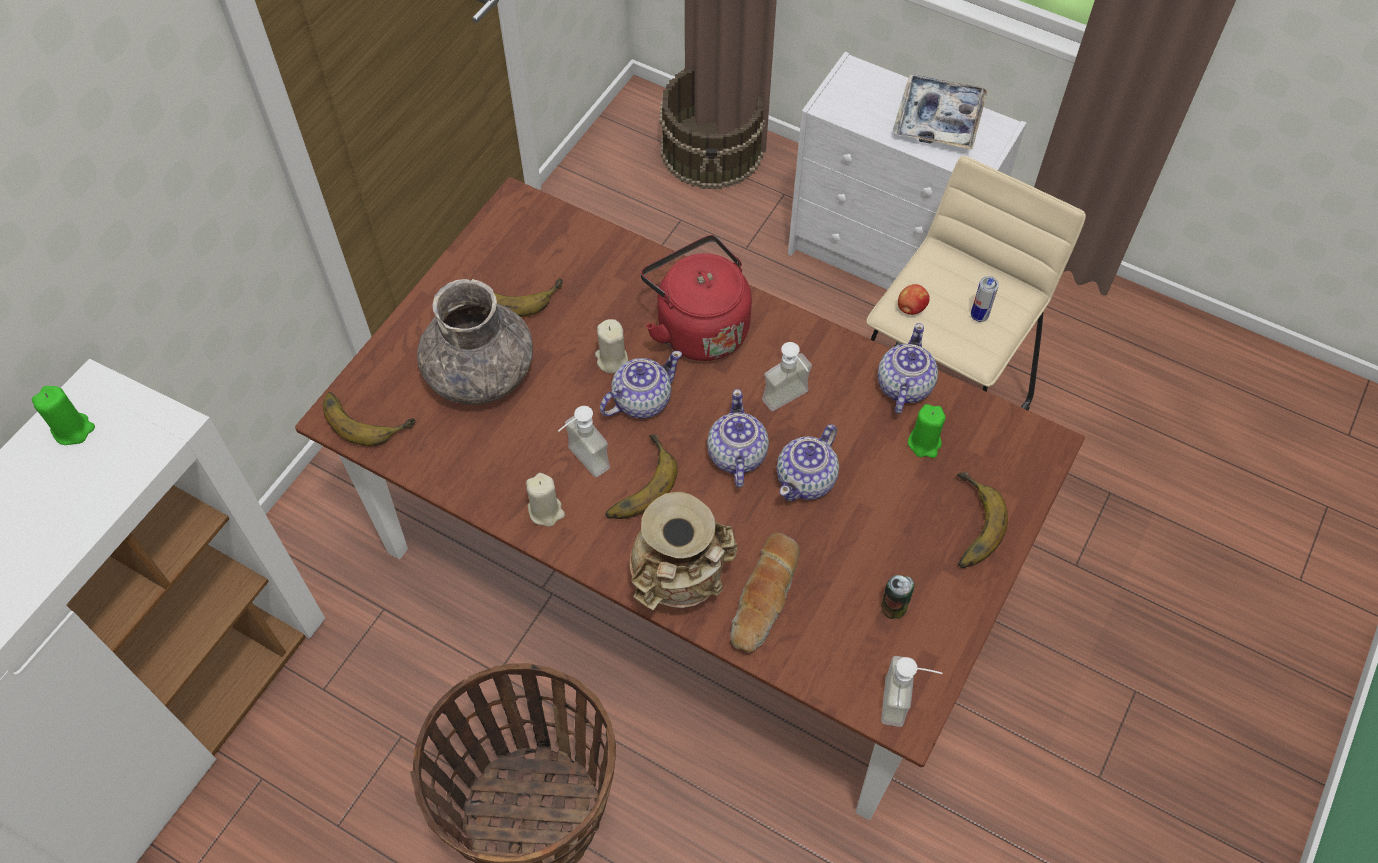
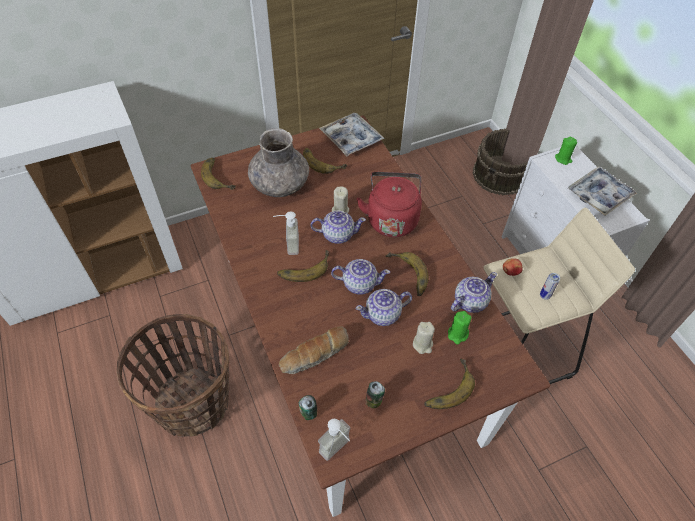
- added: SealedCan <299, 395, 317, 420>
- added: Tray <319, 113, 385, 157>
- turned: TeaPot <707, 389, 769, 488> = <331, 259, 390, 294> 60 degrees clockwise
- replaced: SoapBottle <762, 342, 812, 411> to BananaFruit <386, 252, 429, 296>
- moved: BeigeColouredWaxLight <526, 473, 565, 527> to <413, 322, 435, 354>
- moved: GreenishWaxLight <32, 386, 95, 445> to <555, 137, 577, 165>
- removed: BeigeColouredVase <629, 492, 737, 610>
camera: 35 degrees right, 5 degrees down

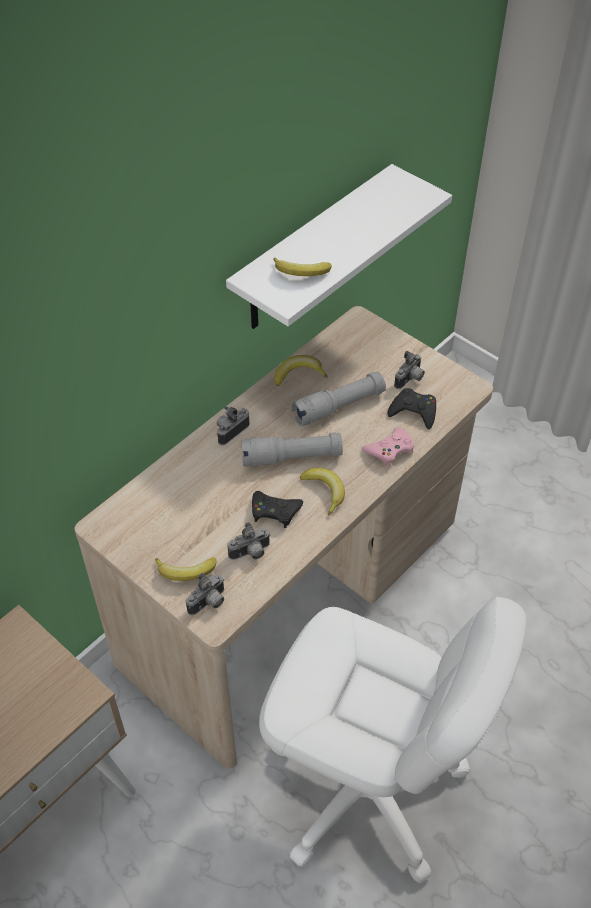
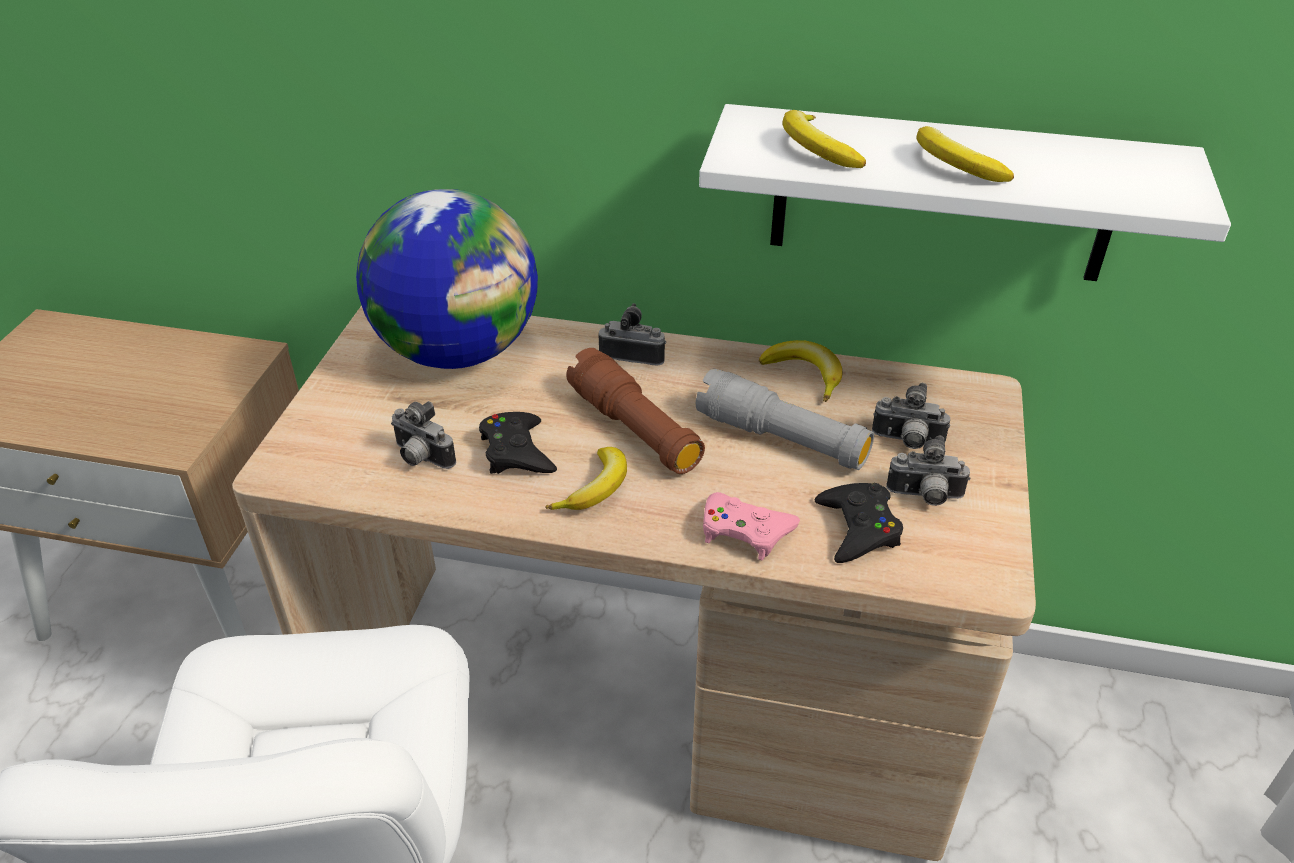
- added: DeskGlobe <356, 189, 538, 369>
- recoloured: GreyHandTorch <241, 432, 343, 467> to BrownishHandTorch <566, 348, 705, 474>
- moved: StillCamera <186, 573, 224, 615> to <872, 383, 950, 449>
- moved: BananaFruit <155, 557, 217, 581> to <916, 126, 1014, 182>
camera: 60 degrees right, 10 degrees down

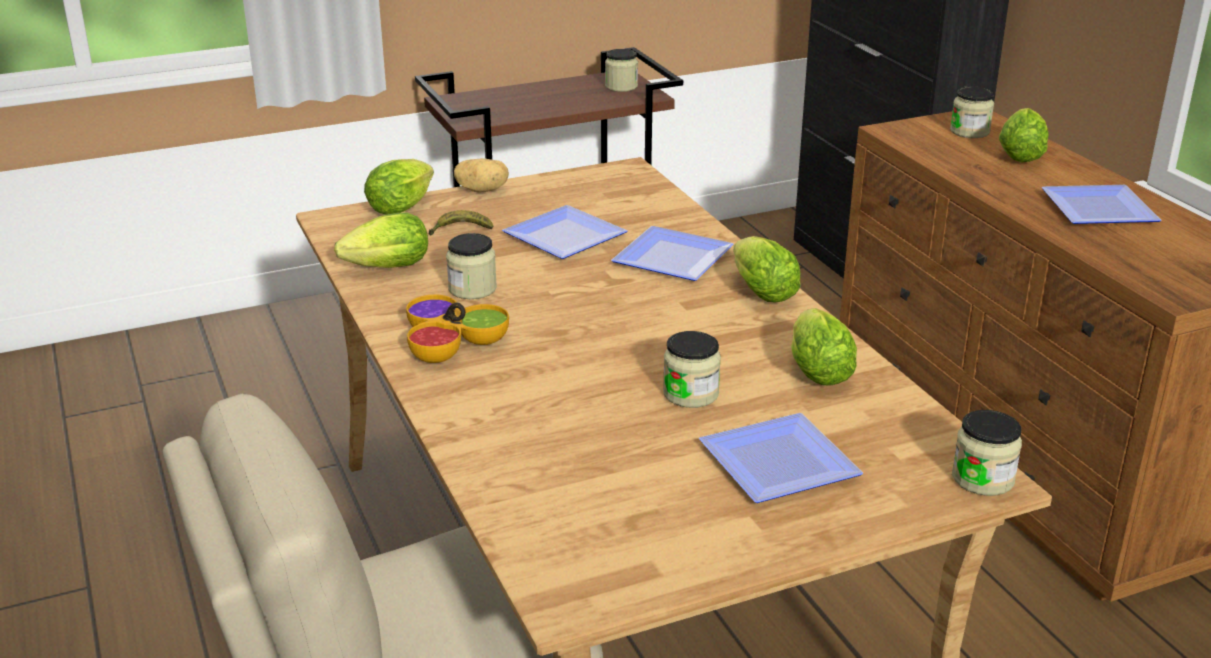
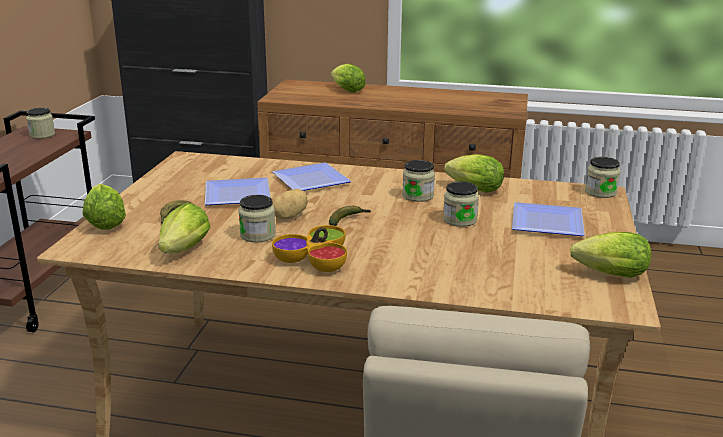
- moved: WholePotato <454, 158, 509, 193> to <272, 189, 308, 219>
- added: BananaFruit <329, 206, 371, 226>
- moved: PreserveJar <950, 86, 994, 138> to <402, 160, 435, 202>
- moved: LettuceHead <733, 236, 801, 302> to <570, 232, 651, 278>
- removed: DinnerPlate <1042, 185, 1161, 224>
camera: 55 degrees left, 5 degrees down

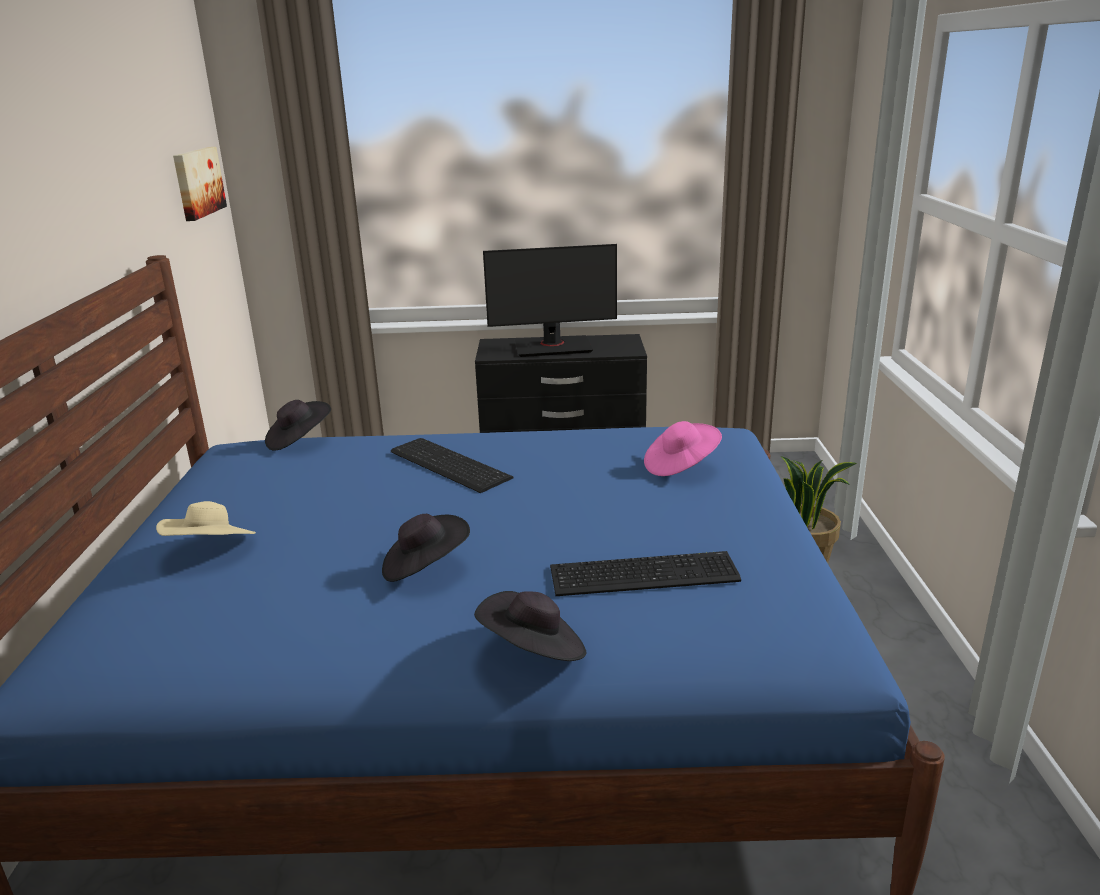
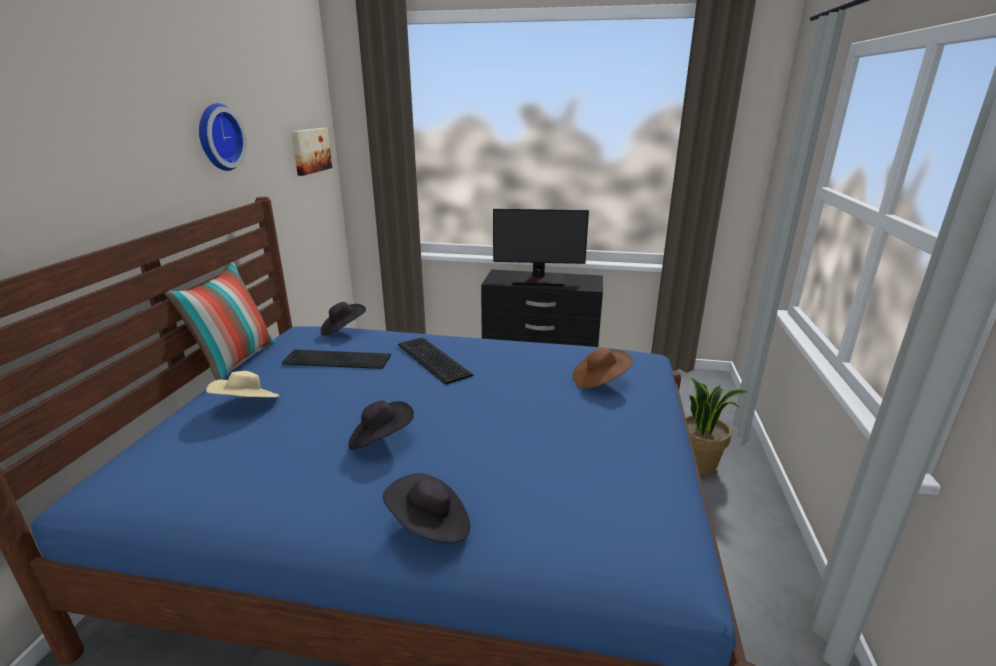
- added: Pillow <164, 262, 275, 380>
- added: WallClock <199, 103, 247, 171>
- moved: Keyboard <550, 551, 741, 596> to <282, 350, 391, 369>
- recoloured: PinkColouredHat <644, 421, 722, 476> to BrownishHat <573, 348, 633, 388>
camera: 10 degrees right, 0 degrees up

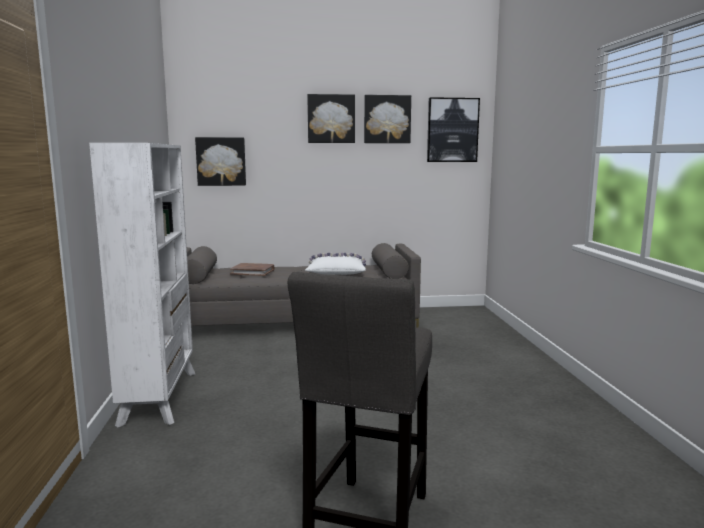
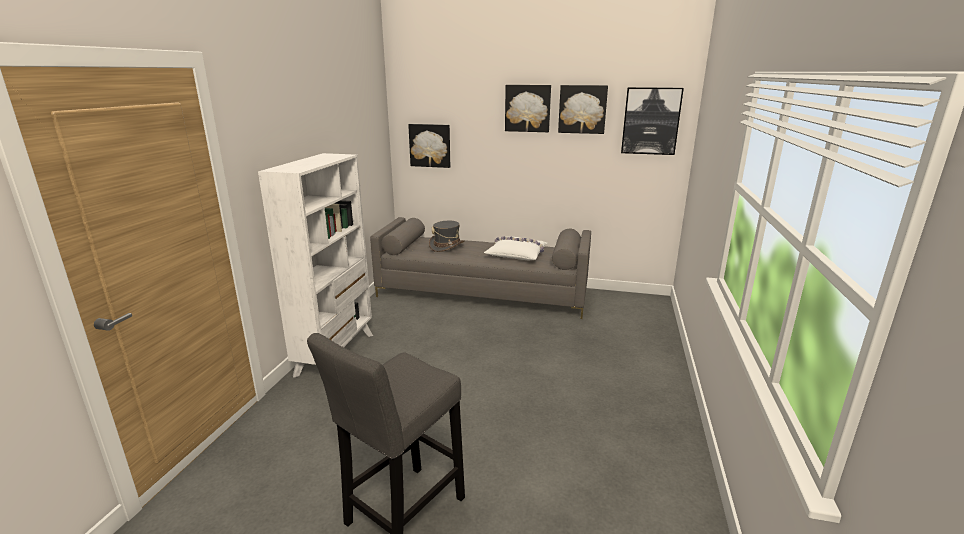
- replaced: BrownishBook <230, 263, 274, 276> to GreyHat <429, 221, 465, 252>
camera: 20 degrees right, 10 degrees up

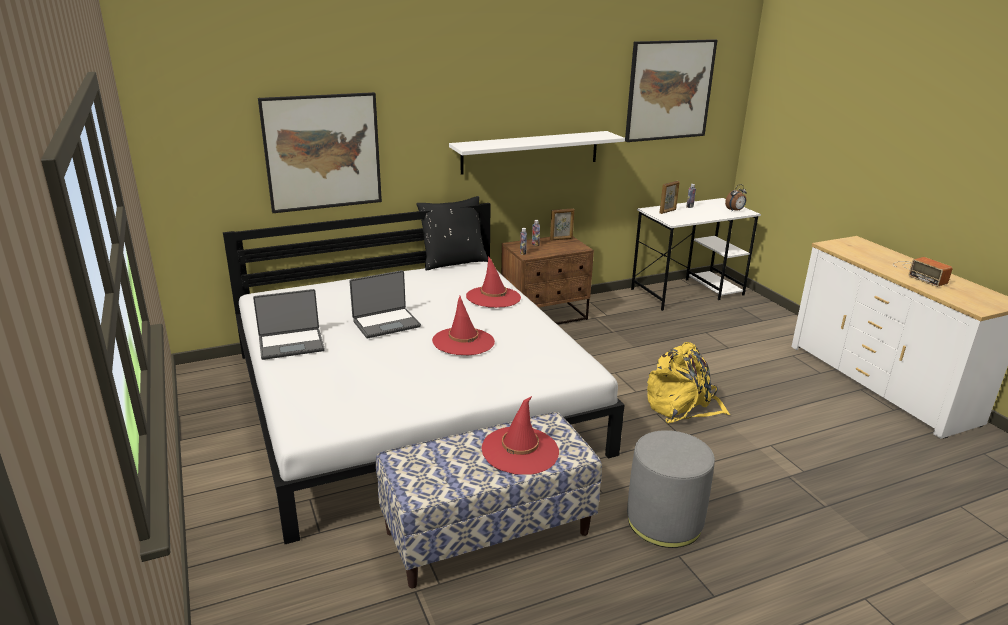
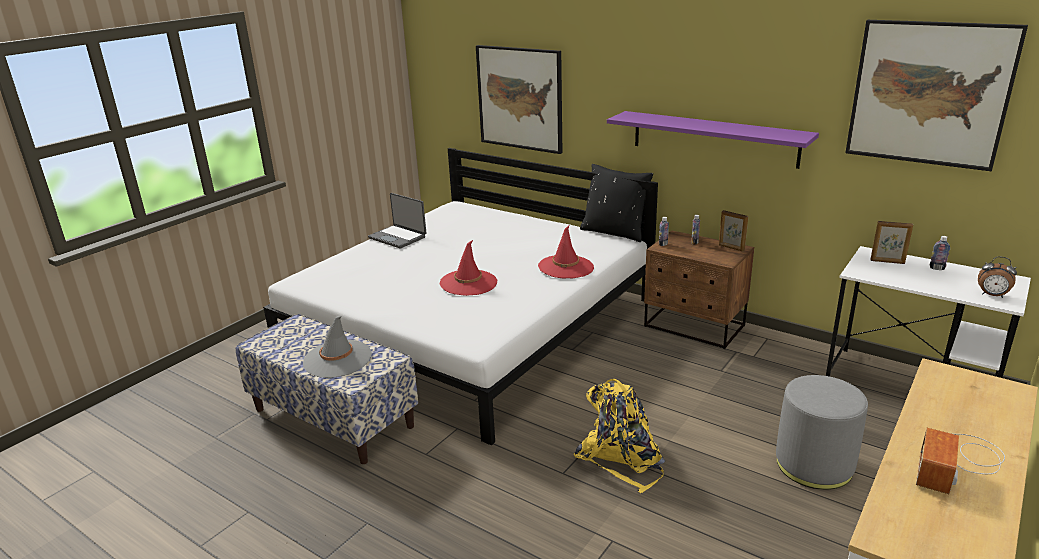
- recoloured: ReddishHat <481, 396, 559, 475> to GreyHat <303, 316, 372, 378>
- recoloured: WhiteColouredShelf <449, 131, 625, 175> to PurplishShelf <607, 111, 819, 169>
- moved: GreyFootrest <627, 430, 715, 548> to <776, 375, 868, 490>
- removed: PortableComputer <350, 270, 421, 338>
camera: 60 degrees right, 0 degrees up

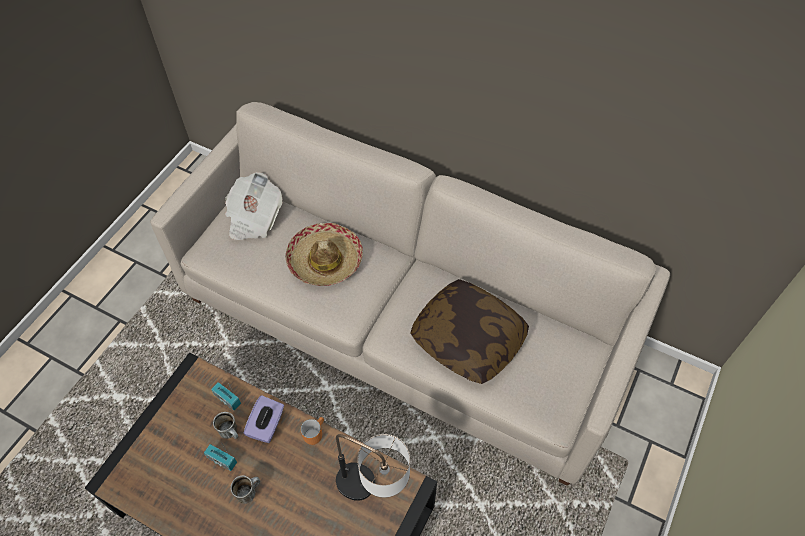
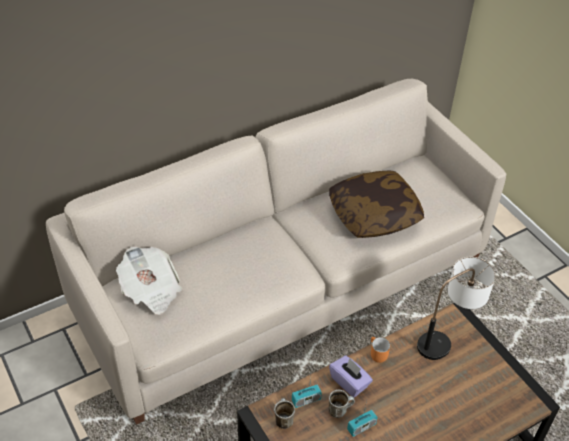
- moved: CoffeeMug <230, 475, 260, 504> to <274, 398, 295, 429>
- removed: Hat <285, 223, 363, 286>
camera: 60 degrees left, 10 degrees down

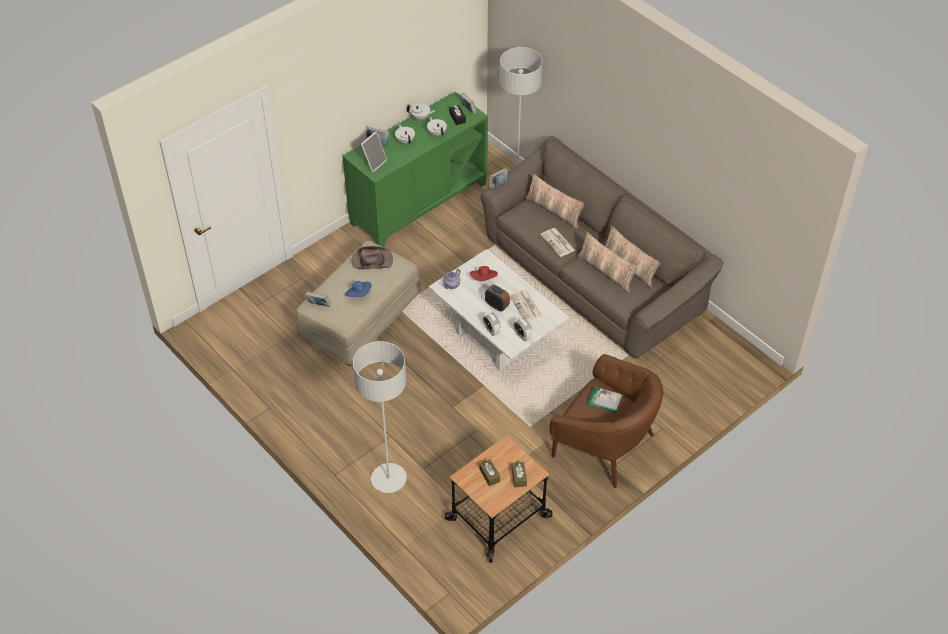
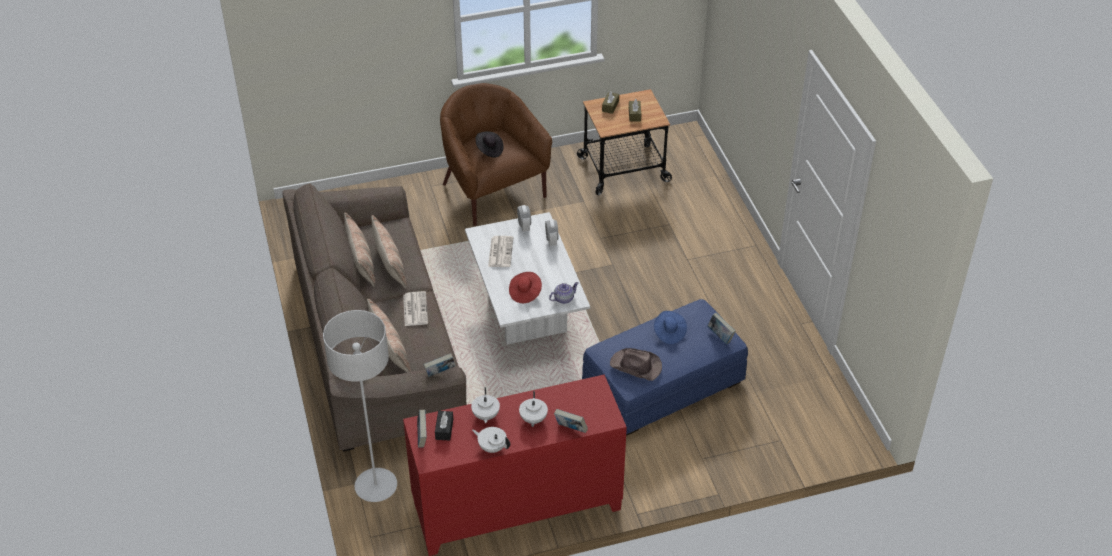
- recoloured: GreenishStorageCabinet <343, 92, 488, 247> to ReddishStorageCabinet <403, 375, 627, 556>
- replaced: Book <587, 386, 622, 413> to BlackishHat <476, 131, 503, 158>
- recoloured: BeigeColouredFootrest <296, 241, 421, 366> to BlueFootrest <582, 299, 748, 436>
- removed: GreyStandardLamp <353, 341, 407, 493>
- removed: StandingFrame <361, 131, 387, 173>
- removed: AlarmClock <485, 284, 510, 311>
camera: 155 degrees left, 5 degrees down

